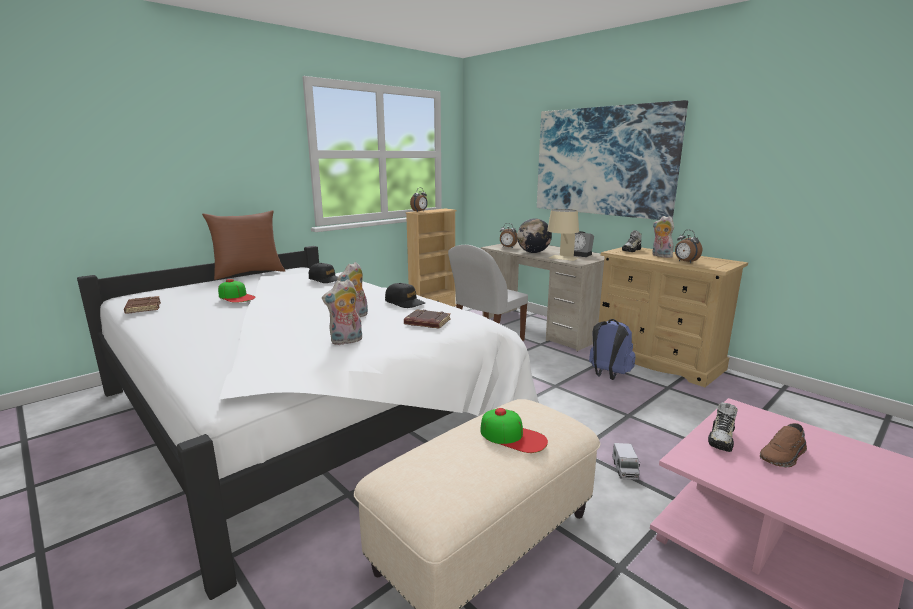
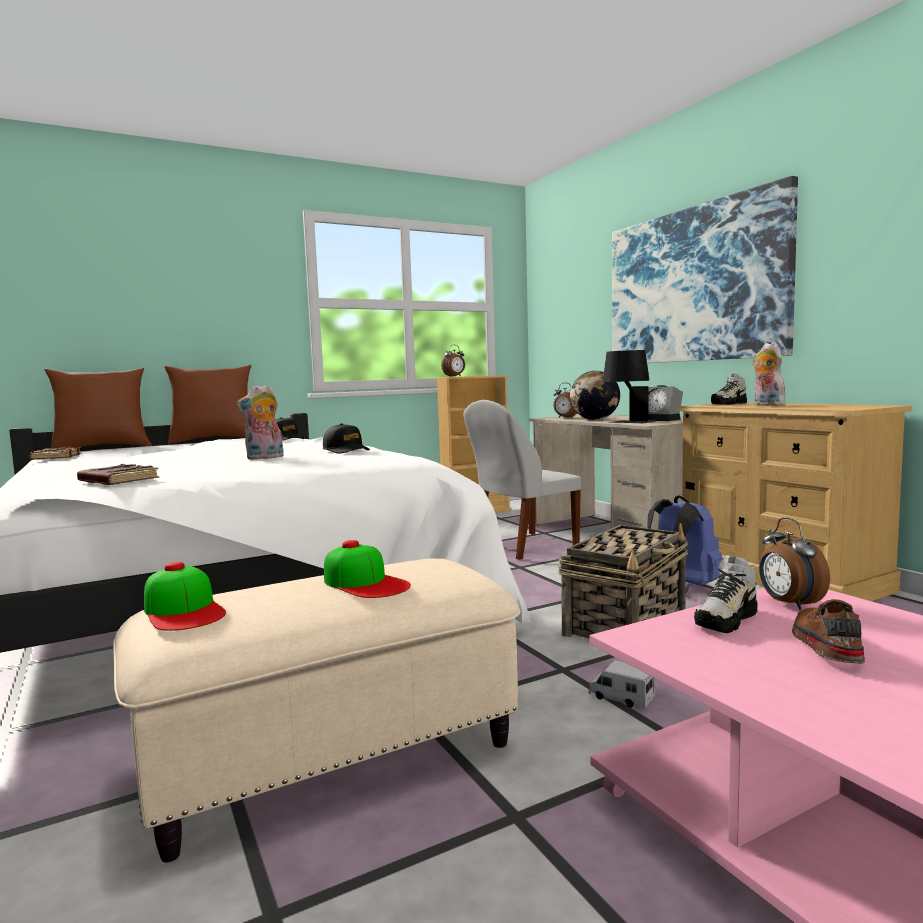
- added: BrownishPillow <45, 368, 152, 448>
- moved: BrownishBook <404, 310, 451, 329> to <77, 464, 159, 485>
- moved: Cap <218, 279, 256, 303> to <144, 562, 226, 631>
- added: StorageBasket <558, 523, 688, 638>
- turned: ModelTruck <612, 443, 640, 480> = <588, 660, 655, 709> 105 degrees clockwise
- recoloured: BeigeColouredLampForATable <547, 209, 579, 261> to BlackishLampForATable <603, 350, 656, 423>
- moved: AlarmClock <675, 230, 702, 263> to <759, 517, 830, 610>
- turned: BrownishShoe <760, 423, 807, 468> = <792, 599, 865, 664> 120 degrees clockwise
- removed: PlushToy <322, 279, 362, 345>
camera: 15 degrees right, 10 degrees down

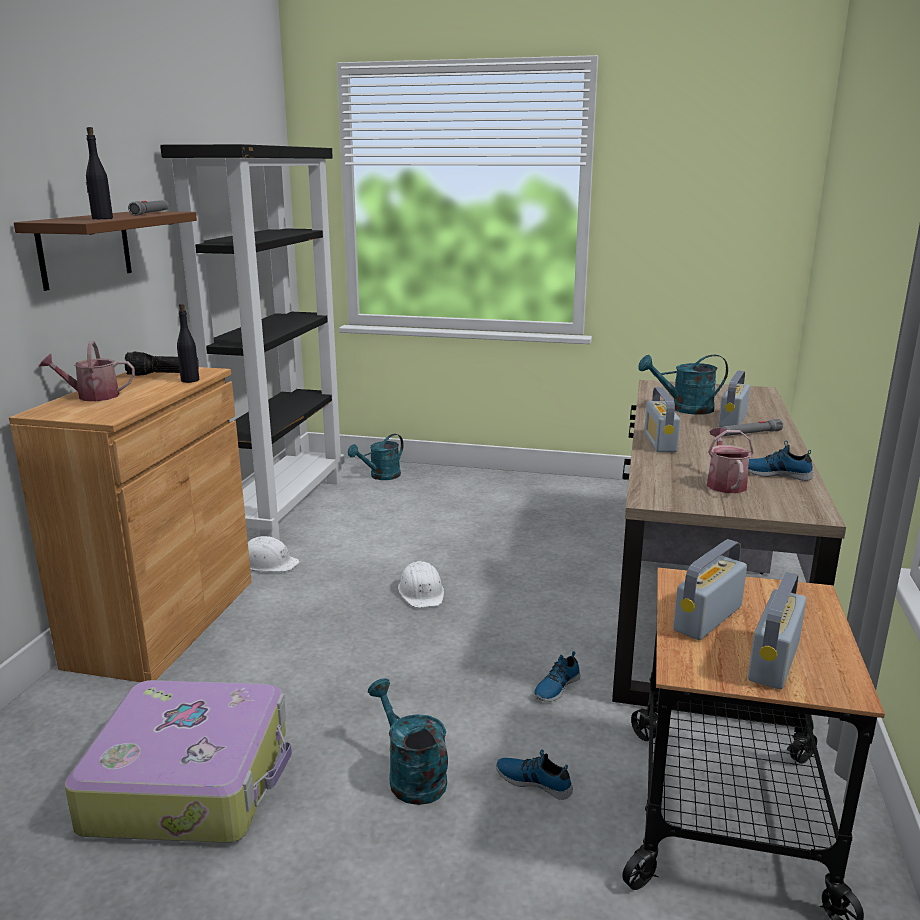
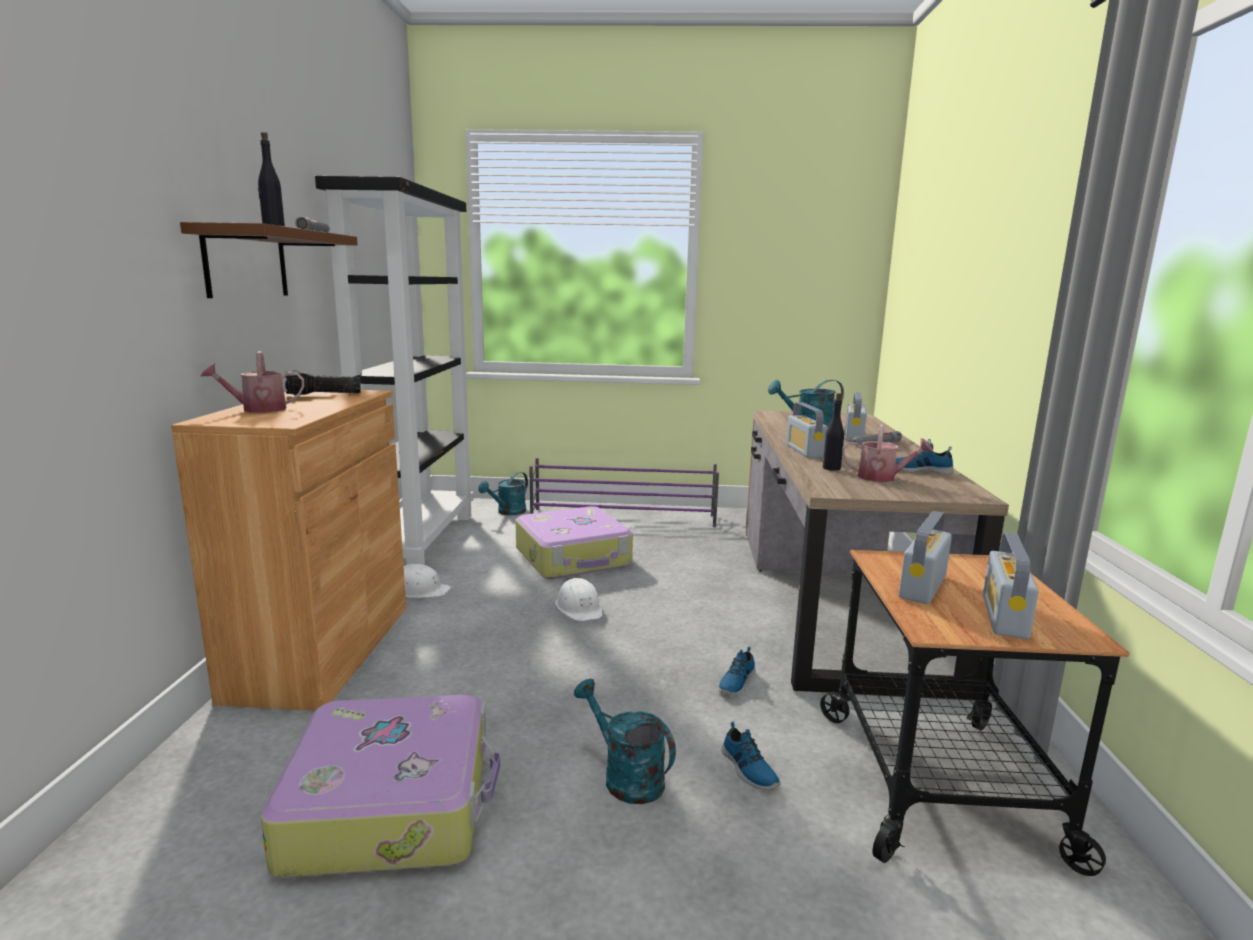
- added: TravelCase <515, 506, 633, 579>
- added: PurplishShoeShelf <529, 458, 719, 527>
- turned: Shoe <496, 749, 573, 800> = <721, 722, 781, 790> 135 degrees counterclockwise
- moved: BlackishBeverageBottle <177, 304, 199, 383> to <823, 393, 844, 471>
- turned: WateringCan <707, 428, 754, 493> = <842, 424, 933, 482> 120 degrees clockwise
camera: 10 degrees left, 5 degrees down

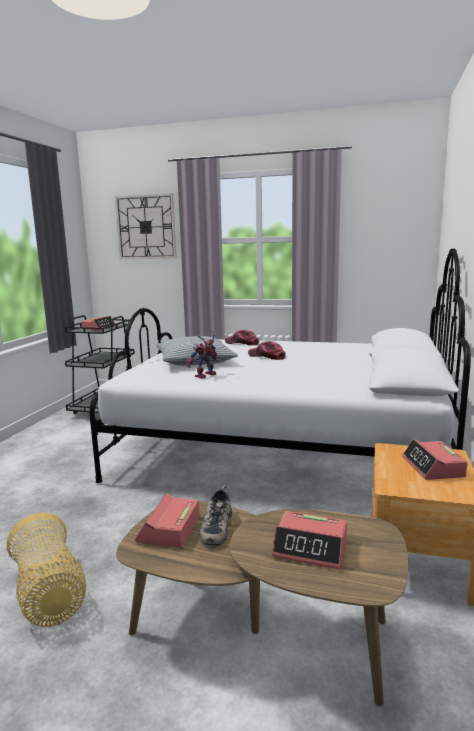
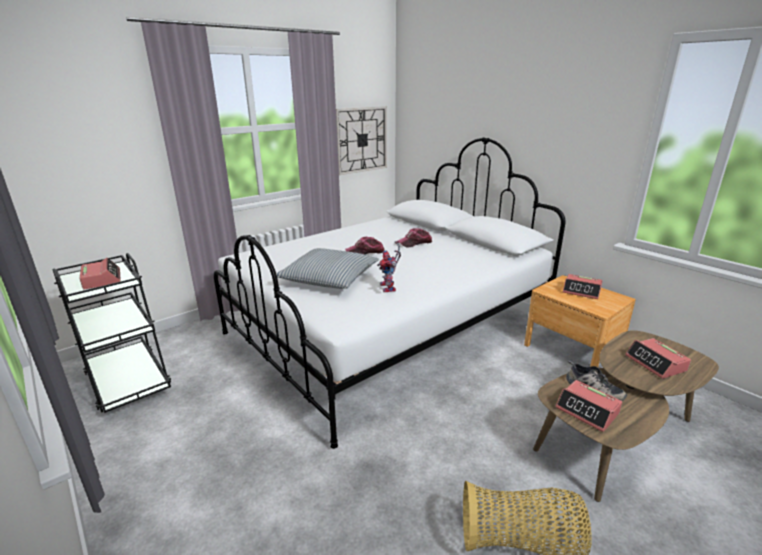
- moved: WallClock <115, 193, 177, 259> to <336, 106, 387, 175>
- moved: Cap <225, 330, 259, 345> to <397, 228, 432, 248>
- turned: AlarmClock <272, 511, 347, 569> = <625, 338, 691, 379> 105 degrees clockwise
camera: 55 degrees left, 10 degrees up

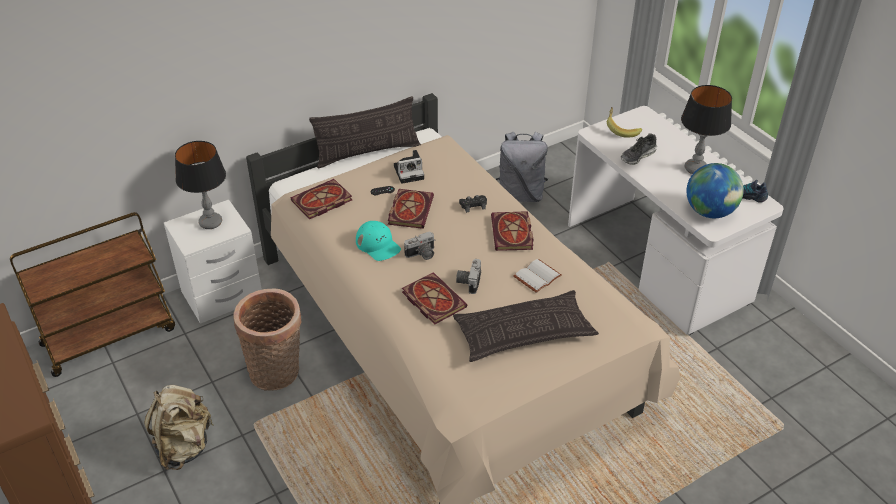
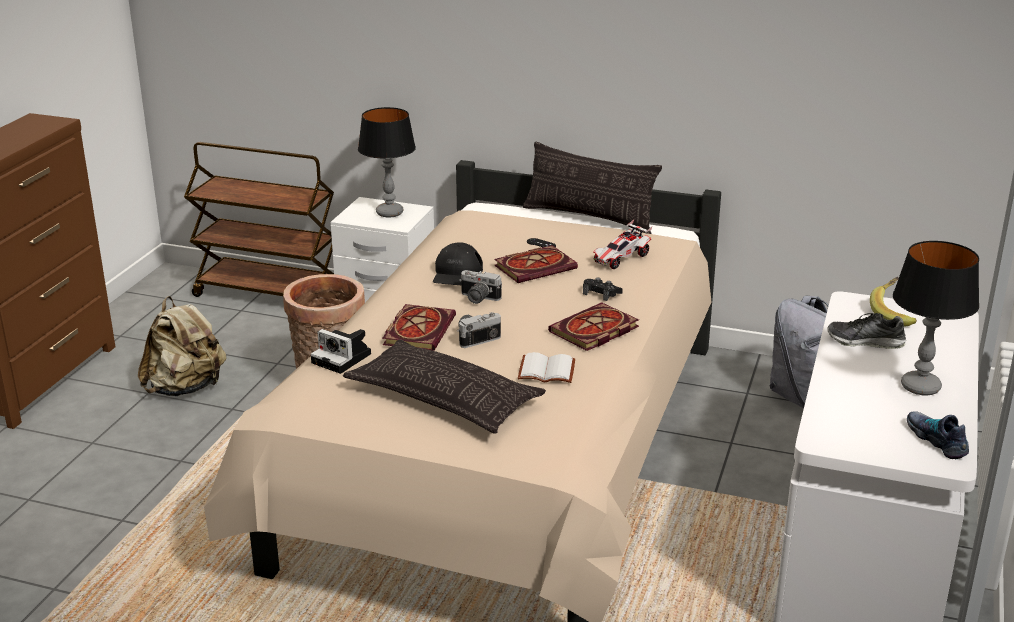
- moved: StillCamera <394, 150, 424, 184> to <310, 329, 371, 374>
- recoloured: TurquoiseColouredCap <356, 221, 401, 261> to BlackishCap <433, 242, 483, 285>
- added: MiniatureCar <593, 220, 653, 269>
- removed: Book <291, 179, 352, 219>
- removed: DeskGlobe <687, 163, 744, 218>
camera: 50 degrees right, 15 degrees down

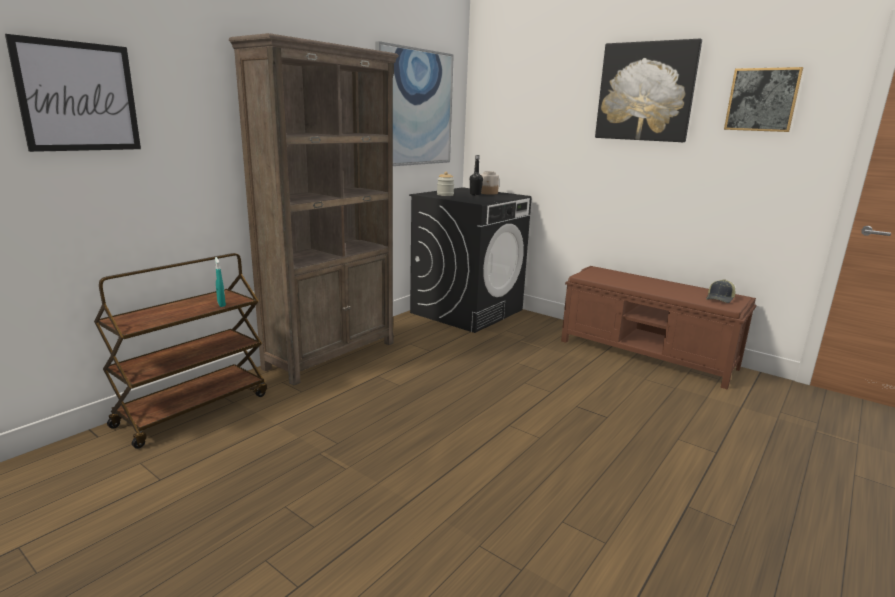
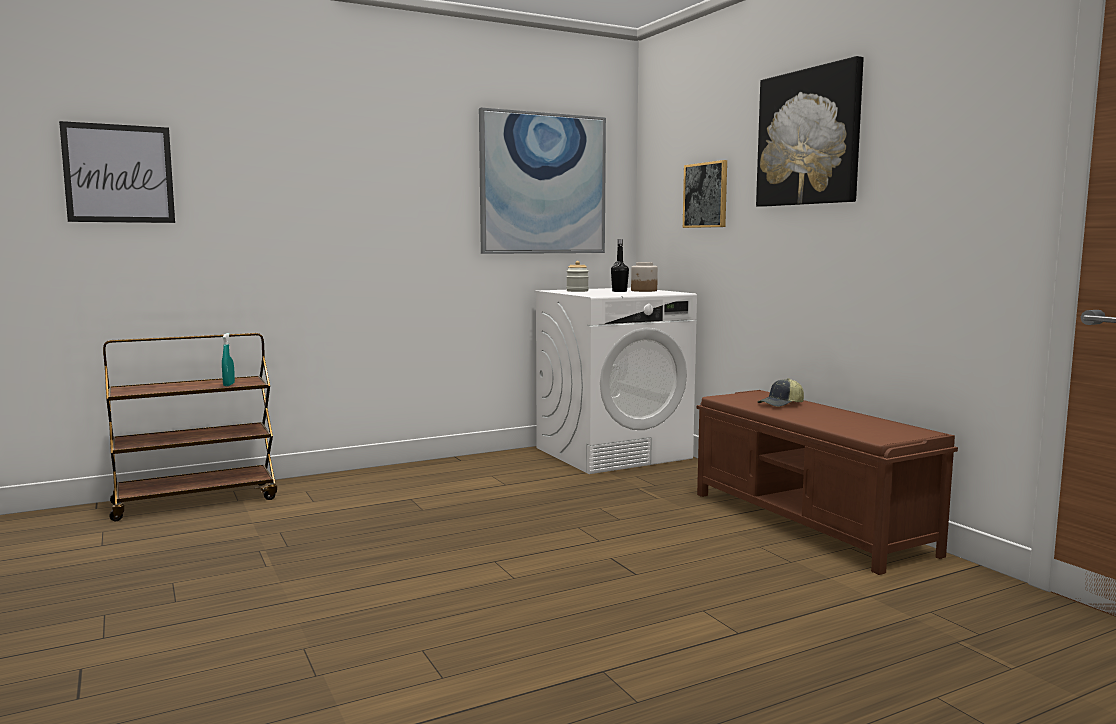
- recoloured: BlackishLaundryAppliance <409, 187, 532, 333> to WhiteColouredLaundryAppliance <534, 288, 697, 474>
- moved: Picture <724, 67, 803, 132> to <683, 160, 727, 228>
- moved: Cap <706, 279, 735, 303> to <758, 378, 804, 407>
- removed: BrownishBookcase <229, 33, 399, 385>
camera: 25 degrees right, 10 degrees down

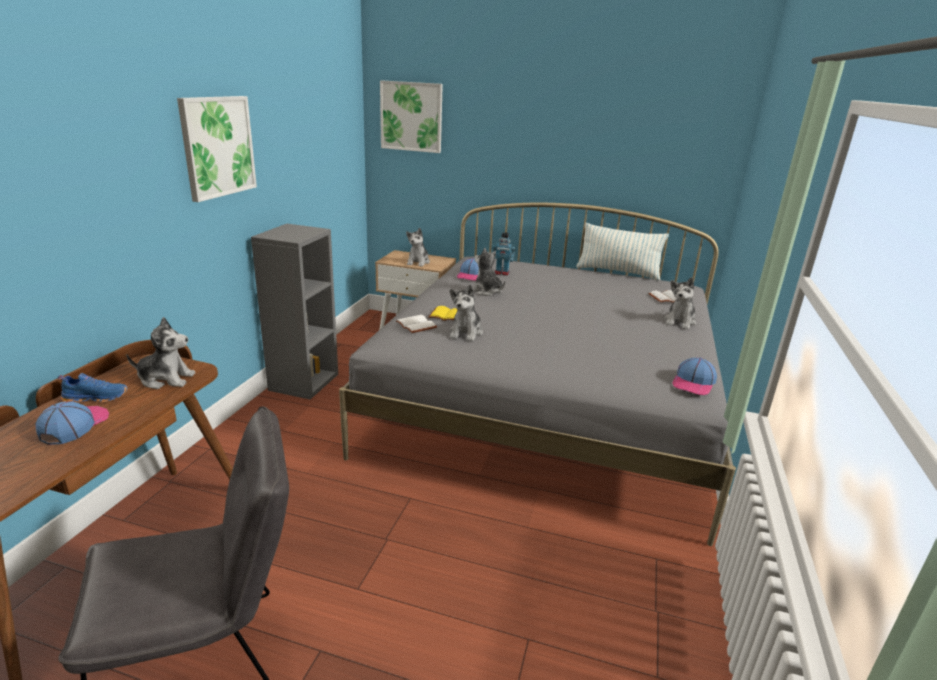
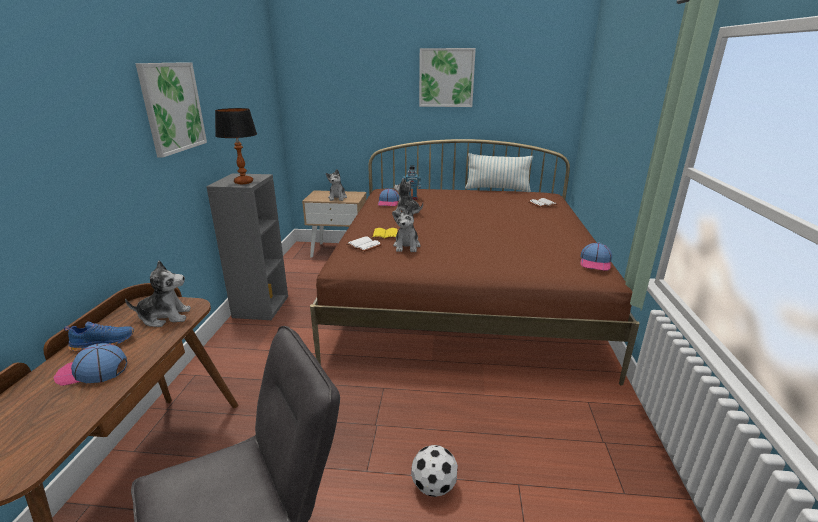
- turned: Cap <35, 401, 109, 445> = <53, 343, 127, 386> 90 degrees counterclockwise
- added: LampForATable <215, 108, 257, 184>
- recoloured: GreySleepingBed <339, 202, 736, 546> to BrownishSleepingBed <310, 139, 640, 386>
- added: BallForFootball <411, 445, 458, 497>
- moved: Picture <380, 80, 443, 153> to <419, 48, 476, 107>
- removed: PlushToy <665, 278, 696, 329>
camera: 10 degrees left, 0 degrees up

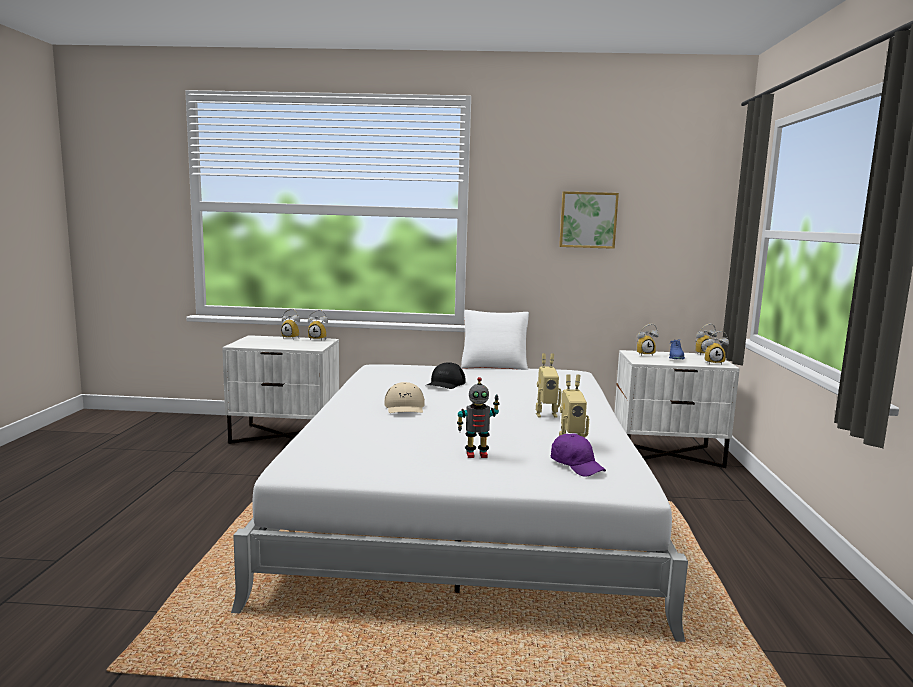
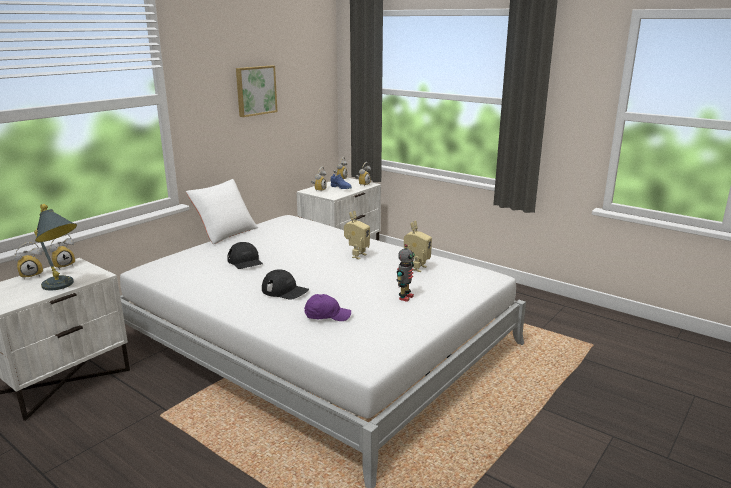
- added: GreyLampForATable <34, 204, 77, 290>
- recoloured: BeigeColouredCap <385, 382, 425, 413> to BlackishCap <262, 270, 309, 300>
- moved: PurplishCap <551, 433, 606, 477> to <304, 294, 351, 321>
camera: 55 degrees left, 10 degrees up

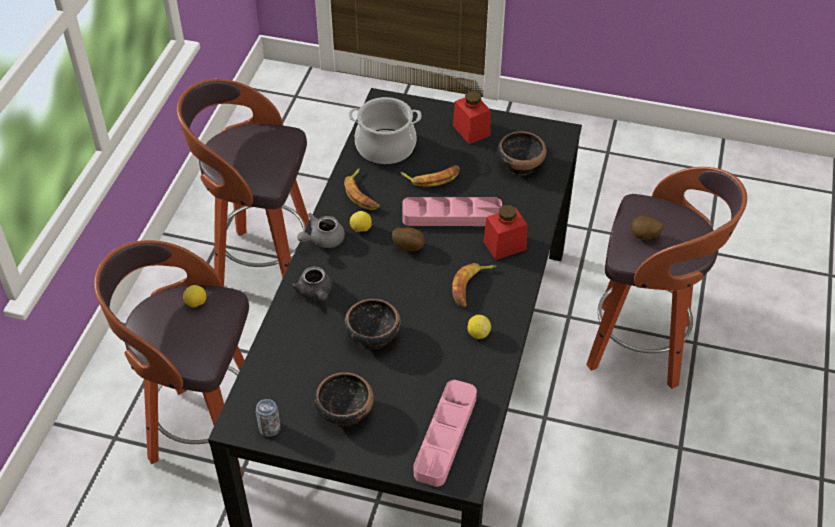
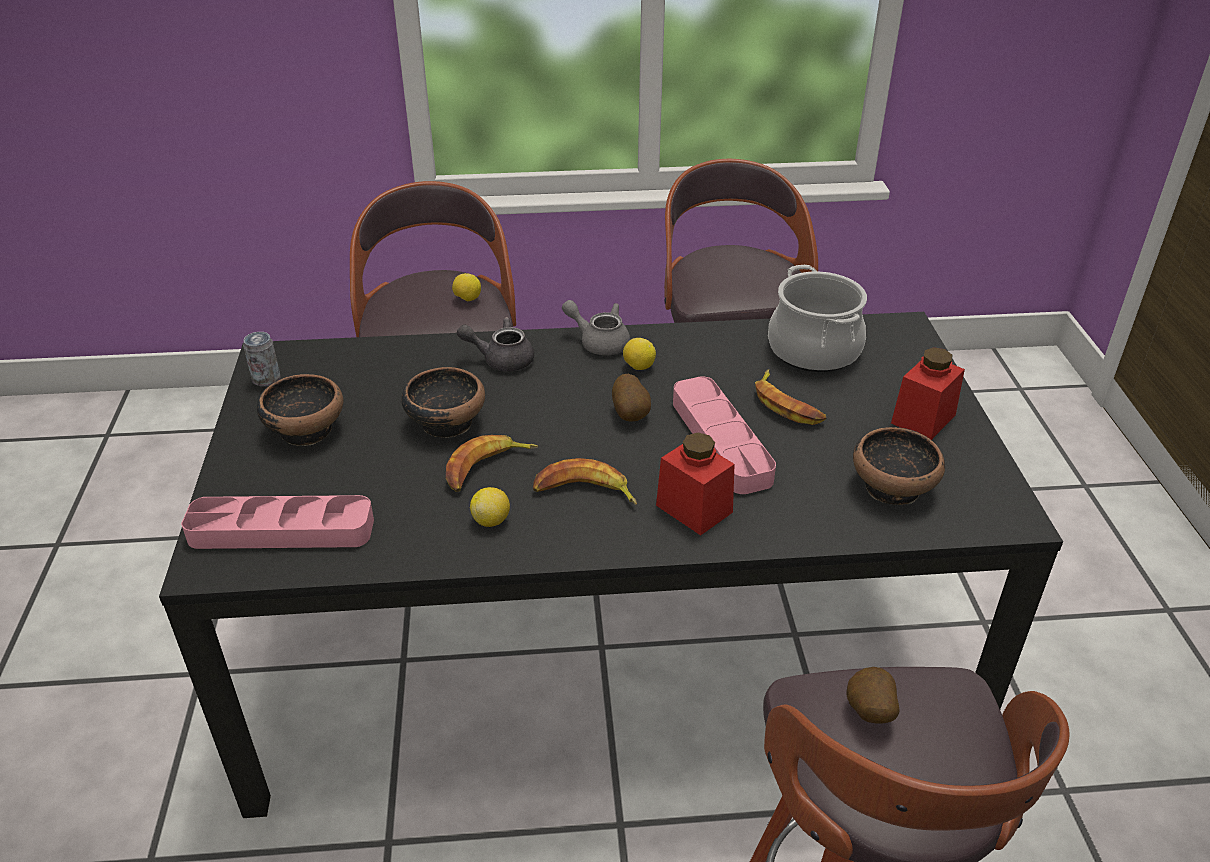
- moved: BananaFruit <344, 168, 380, 210> to <446, 435, 539, 492>
- turned: GreyTeaPot <290, 266, 332, 302> = <457, 317, 534, 371> 45 degrees clockwise
camera: 70 degrees right, 10 degrees down

